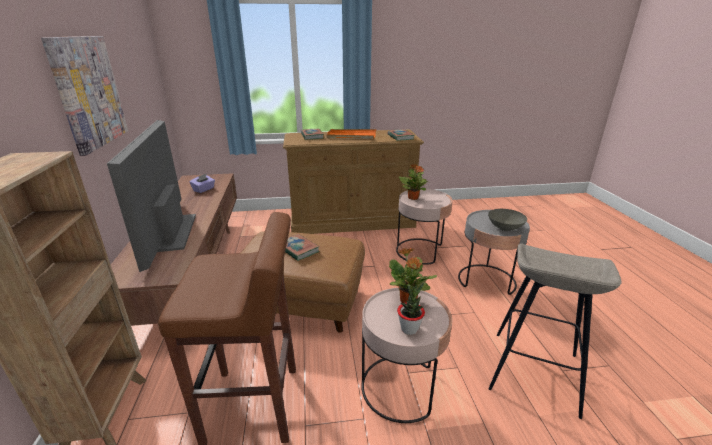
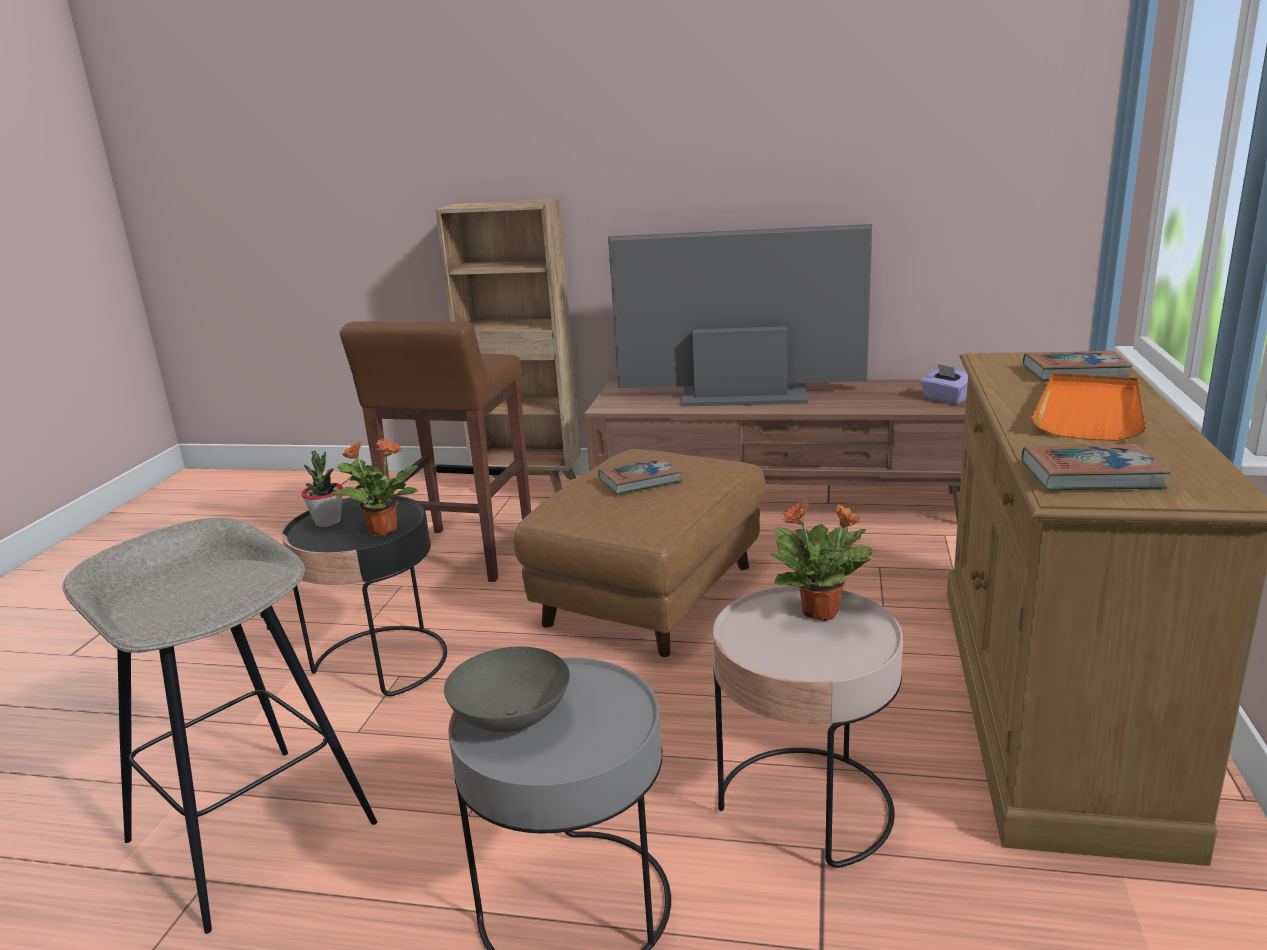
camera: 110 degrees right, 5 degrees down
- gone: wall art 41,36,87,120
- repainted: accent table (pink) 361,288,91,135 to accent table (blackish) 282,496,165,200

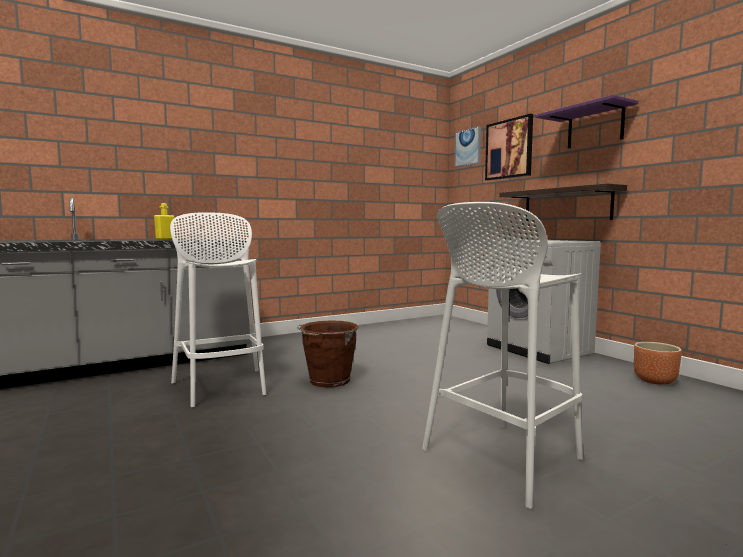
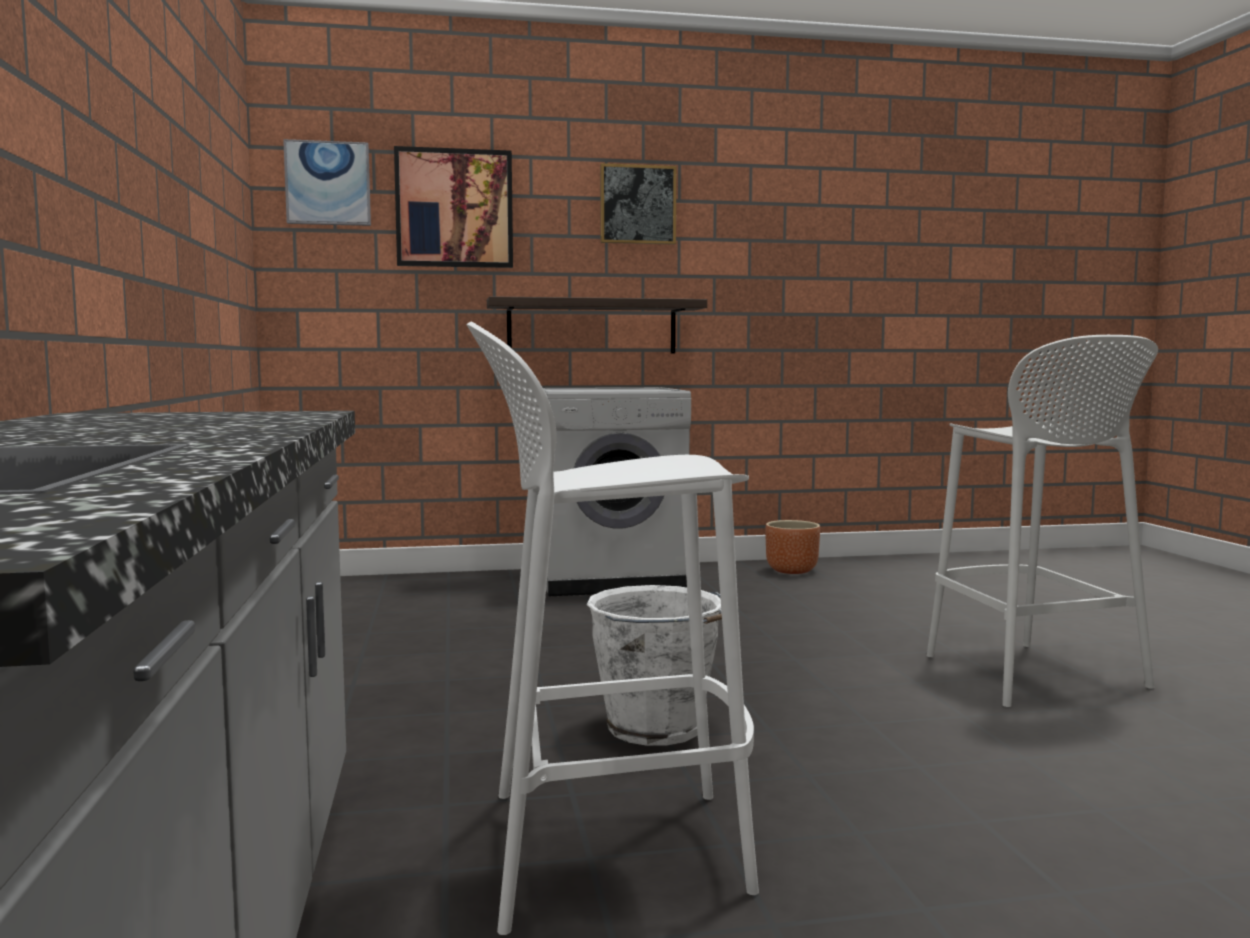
camera: 70 degrees left, 0 degrees up
- gone: drink bottle (yellow) 154,203,21,37
- swapped: wall shelf (purple) 535,95,103,53 to wall art 600,163,76,82
- repainted: bucket (brownish) 297,320,62,67 to bucket (whitish) 586,585,136,161

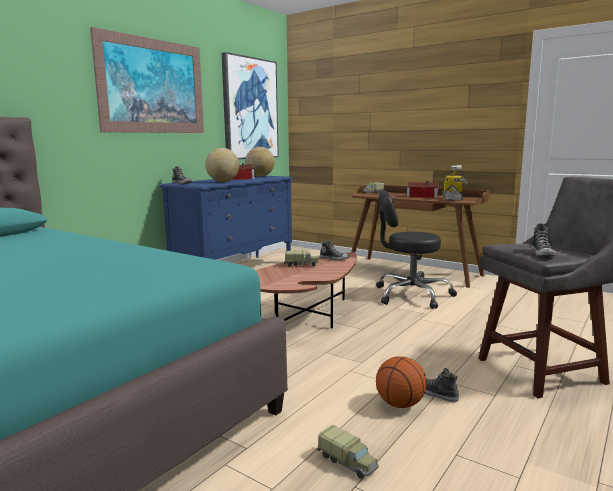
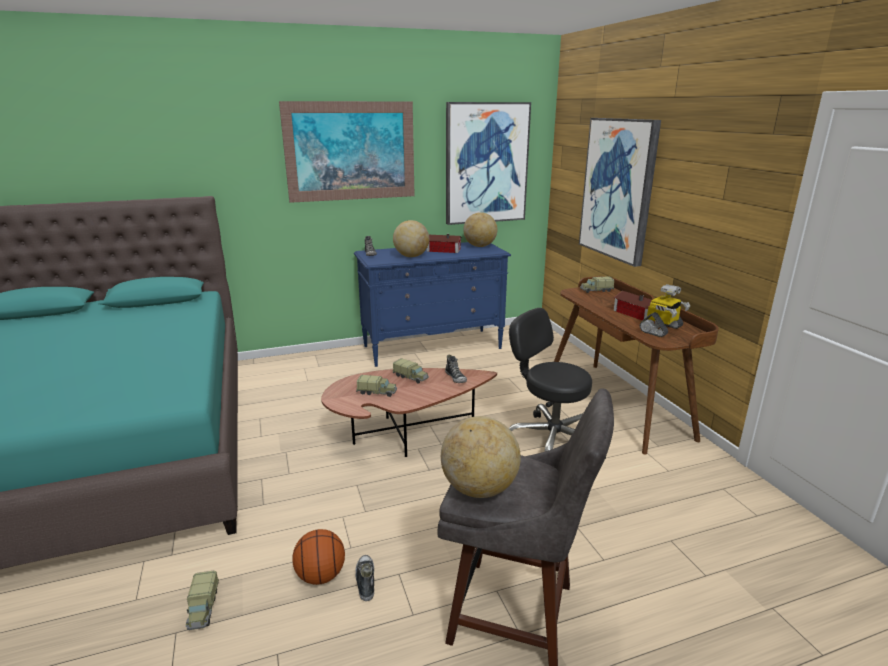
camera: 35 degrees right, 10 degrees up
- new: toy lorry 356,375,41,22
- new: wall art 579,118,82,149
- swapped: shoe 532,223,25,34 to globe 441,416,80,82

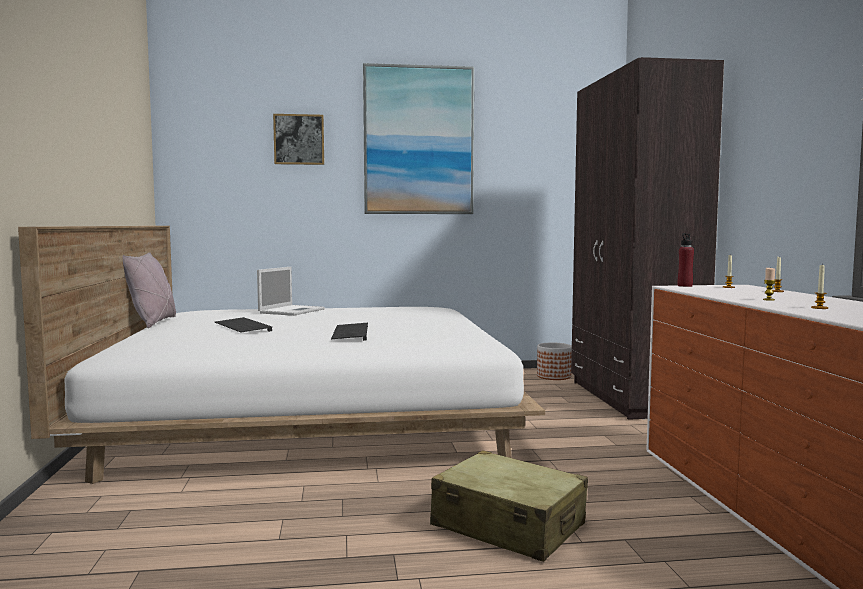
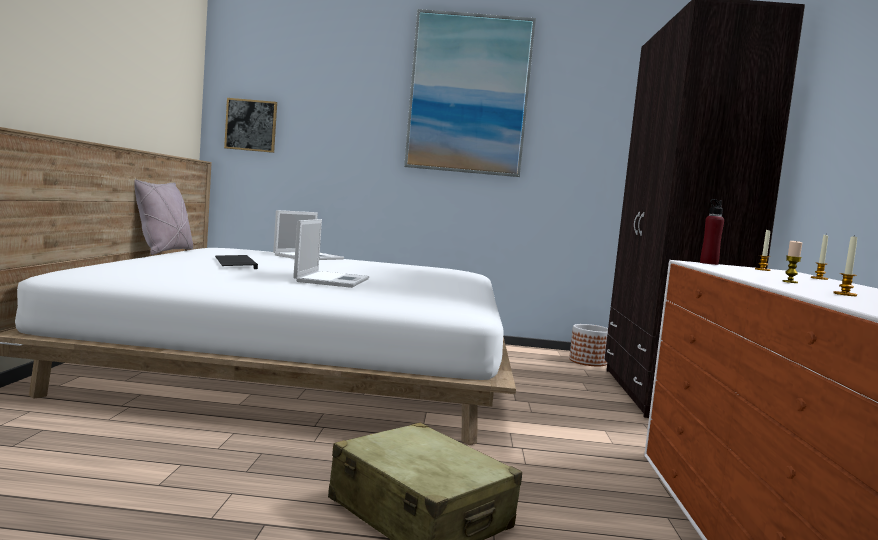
camera: 10 degrees right, 0 degrees up
- shifted: wall art 273,114,51,51 to 224,98,53,55
- swapped: computer keyboard 331,323,37,18 to portable computer 293,219,76,69

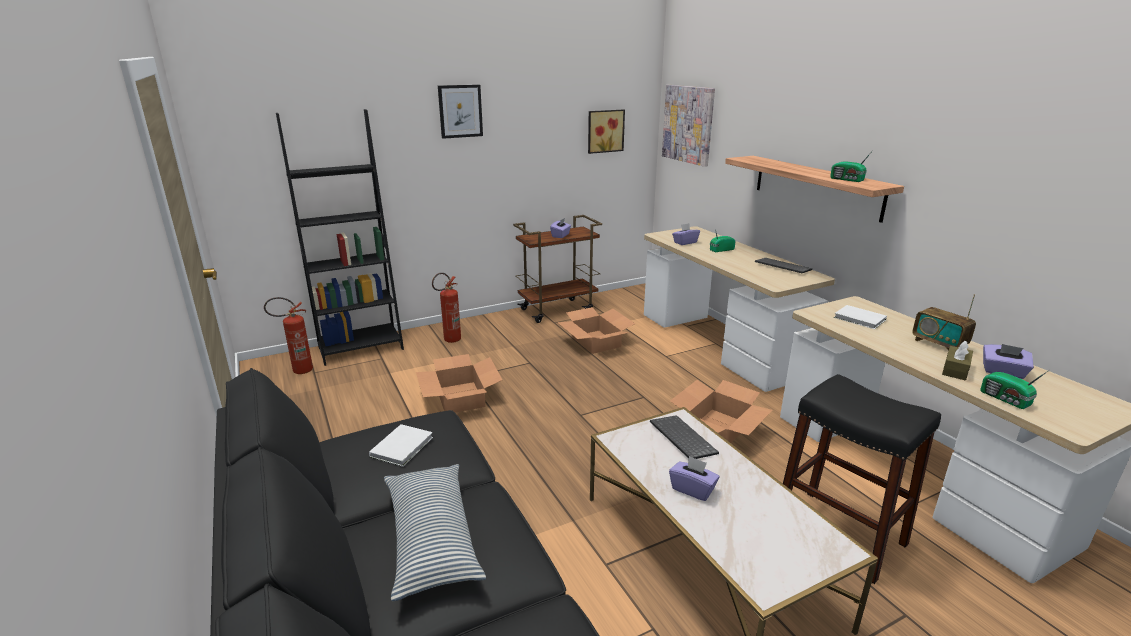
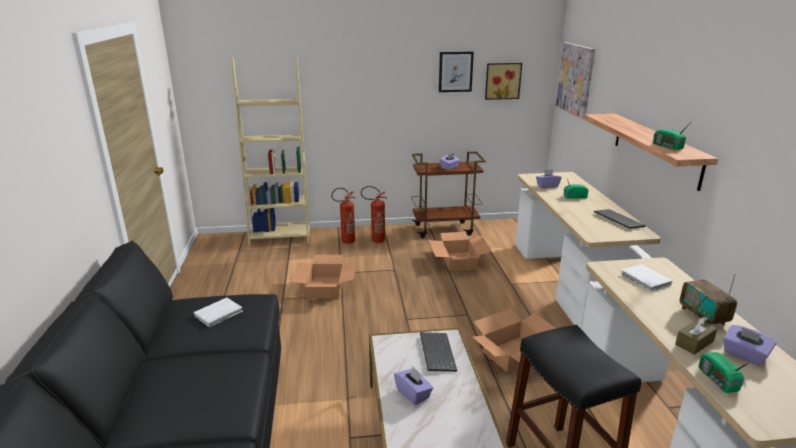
camera: 20 degrees right, 0 degrees up
- gone: throw pillow 384,464,102,137
- shifted: extinguisher 264,297,49,77 to 361,186,26,57
- shifted: wall art 438,85,45,54 to 439,52,35,40
- repainted: bookshelf (blackish) 276,109,128,257 to bookshelf (beige) 231,57,79,190

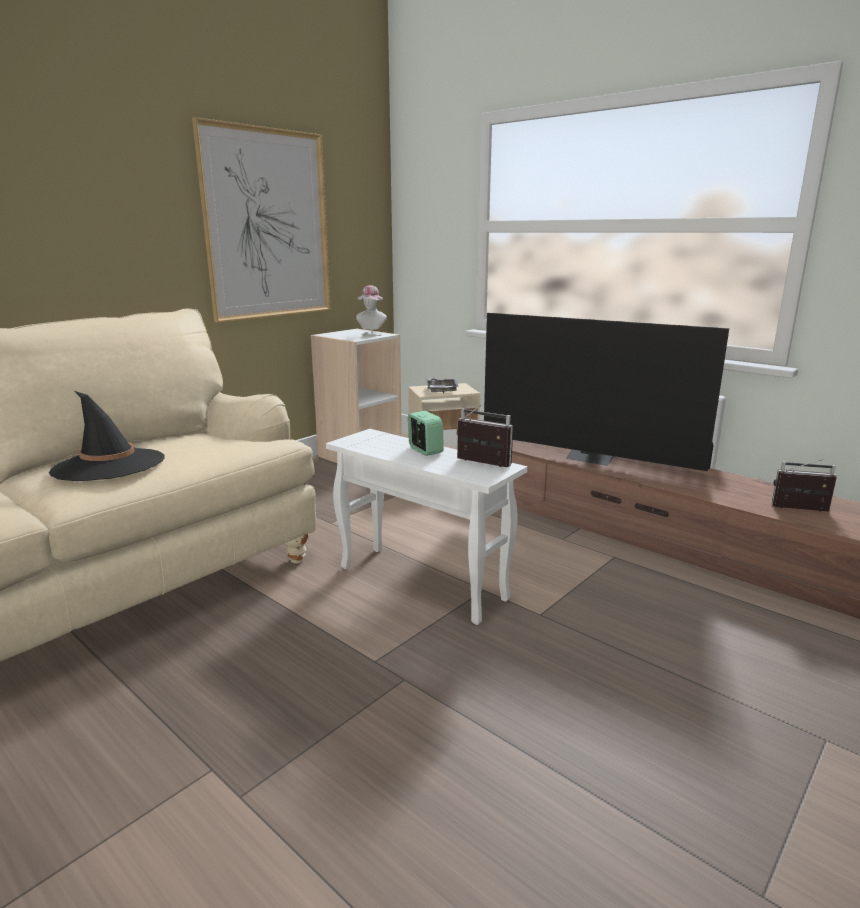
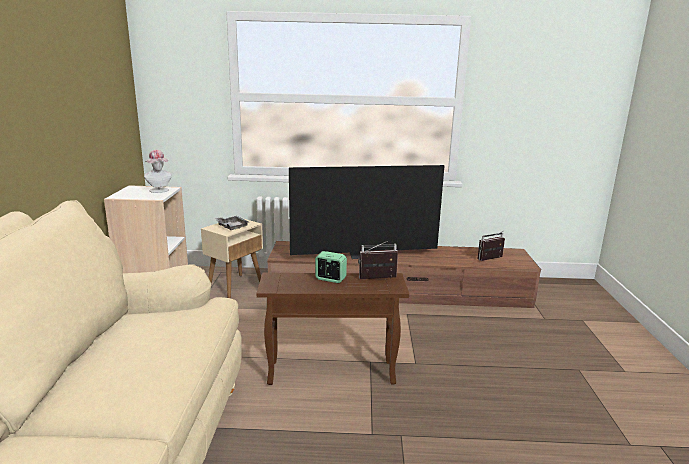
camera: 40 degrees left, 0 degrees up
- gone: hat (blackish) 49,391,116,90
- gone: wall art 192,117,139,206
- repainted: accent table (whitish) 326,429,201,196 to accent table (brownish) 256,273,153,112

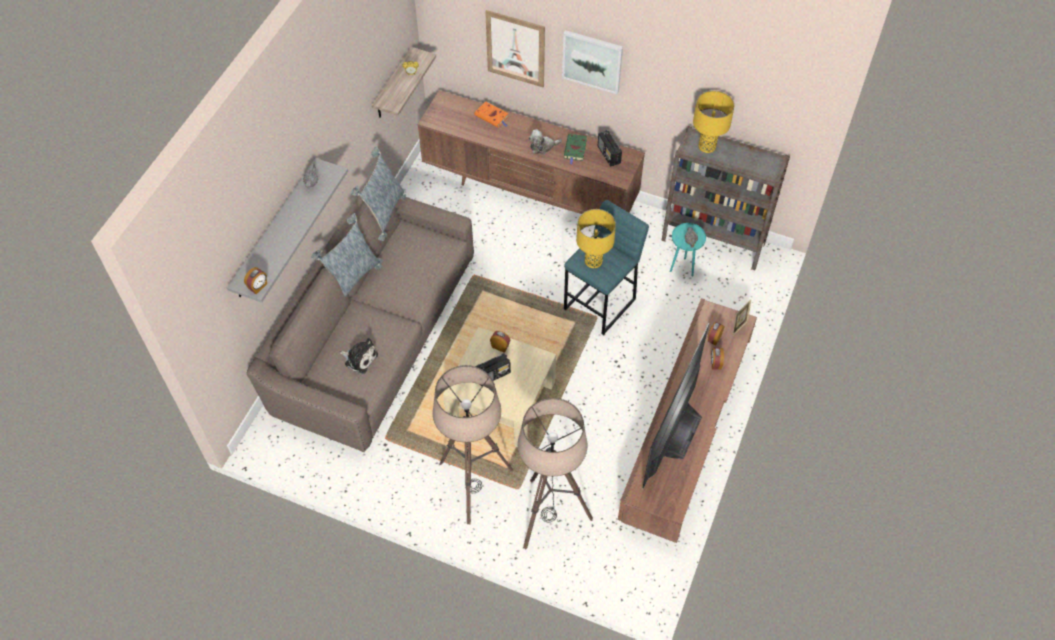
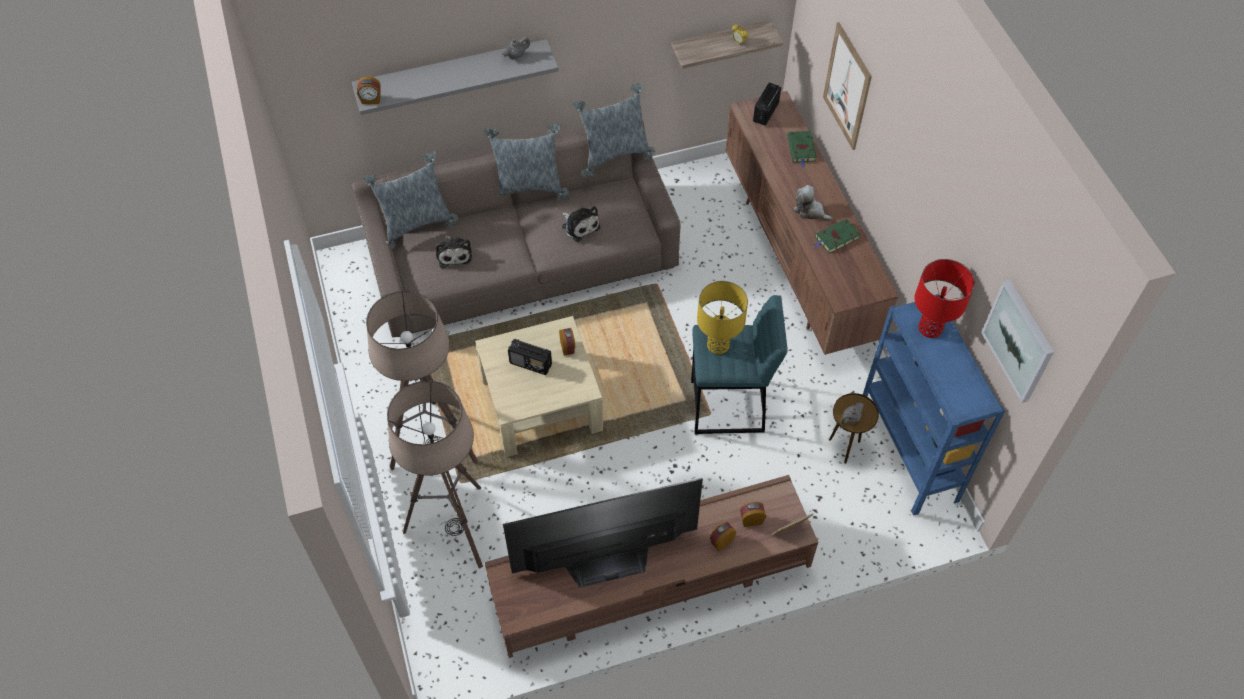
camera: 50 degrees right, 0 degrees up
- new: throw pillow 362,151,97,98
- new: cuddly toy 562,206,38,36
- shifted: wall art 562,30,61,64 to 981,279,73,124
- shifted: radio receiver 598,130,24,37 to 753,83,28,43
- repainted: bound book (orange) 474,102,35,25 to bound book (green-coloured) 787,131,29,37
- repainted: bookshelf (gray) 661,126,129,144 to bookshelf (blue-coloured) 863,294,142,222
- repainted: accent table (blue-green) 670,223,36,53 to accent table (brownish) 829,393,50,71
- repainted: tabletop lamp (yellow) 693,90,42,63 to tabletop lamp (red-coloured) 915,259,60,79

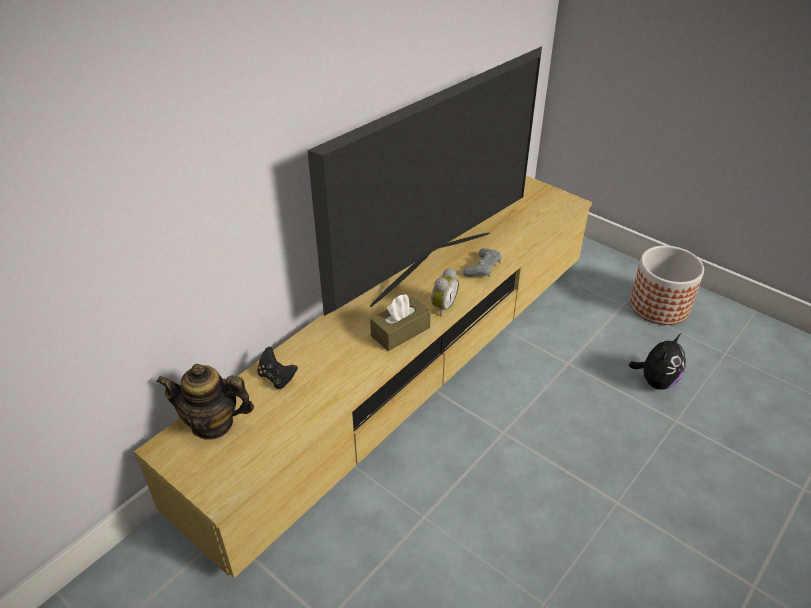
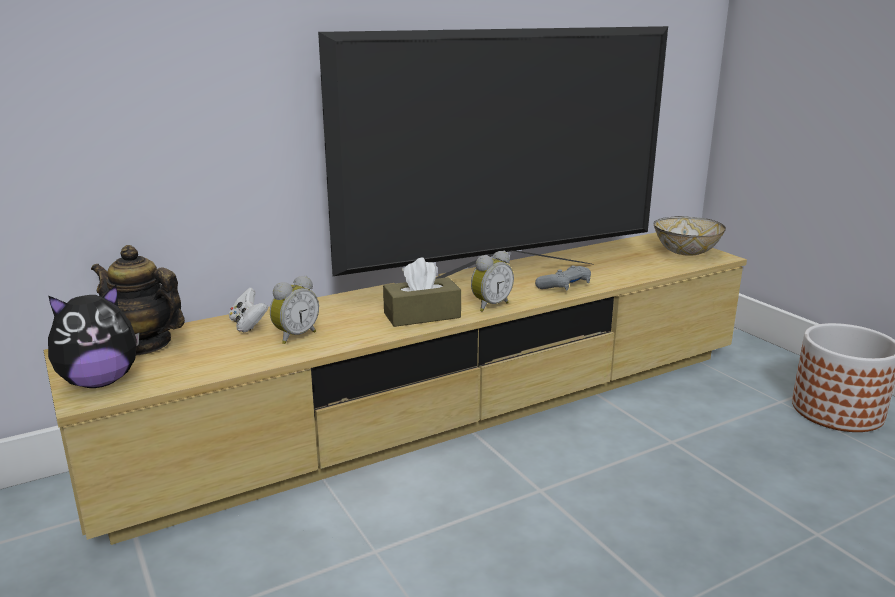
camera: 20 degrees right, 20 degrees down
- new: table clock 270,275,49,69
- new: serving bowl 654,216,72,40
- shifted: cuddly toy 629,333,57,57 to 48,285,91,103
- repainted: gamepad (blackish) 257,347,41,42 to gamepad (whitish) 229,288,39,44

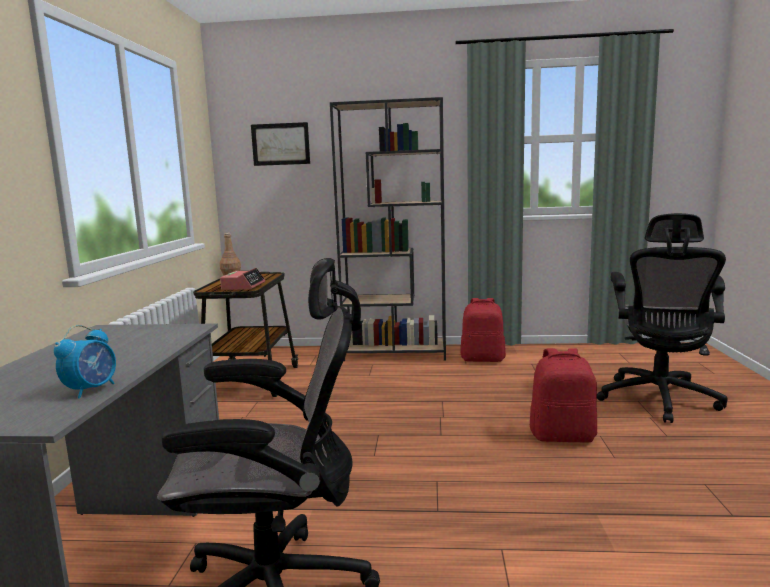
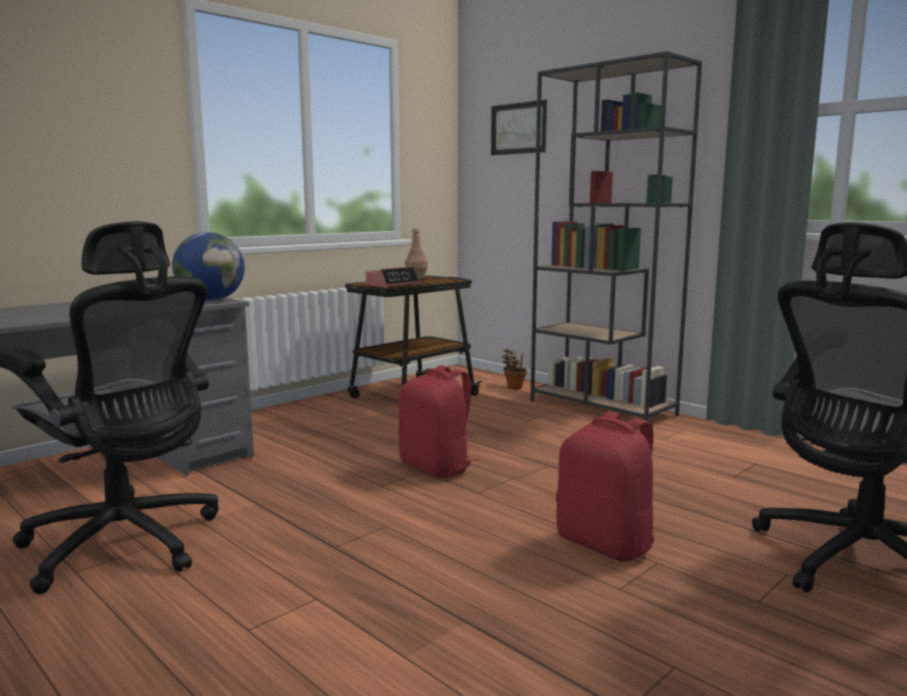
camera: 40 degrees right, 0 degrees up
- gone: table clock 54,325,62,74
- new: globe 172,232,73,69
- new: plant in a pot 502,349,25,41
- shifted: knapsack (red-coloured) 461,298,45,64 to 398,365,81,113

